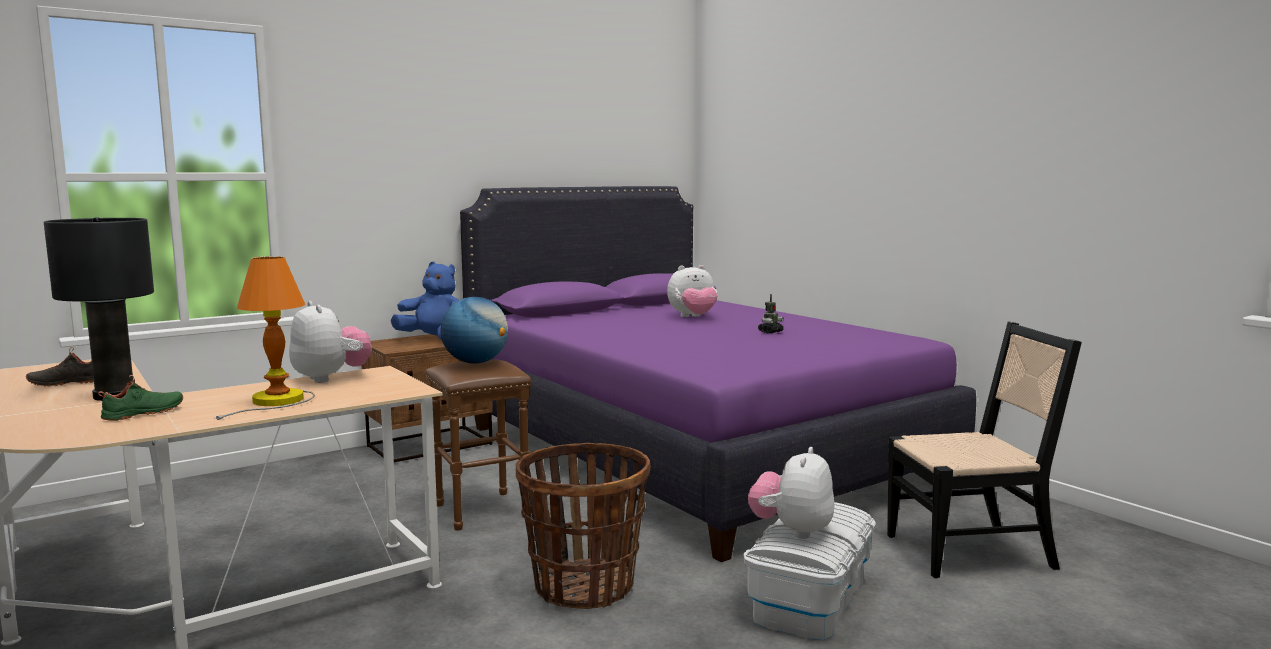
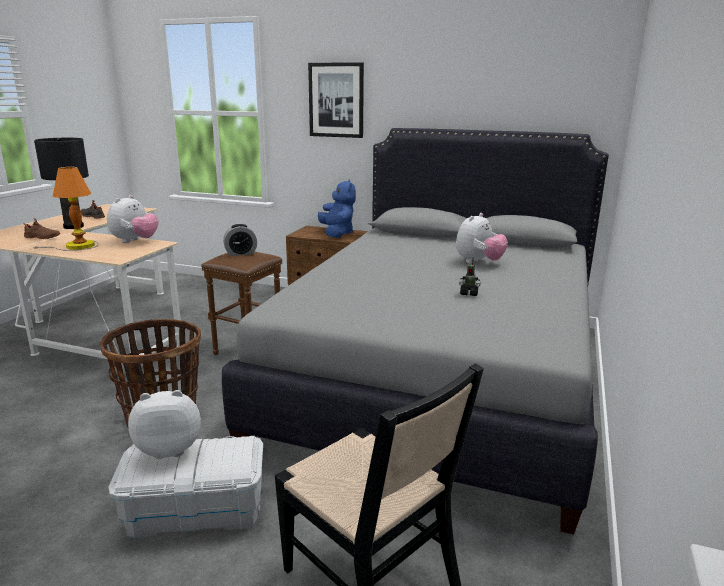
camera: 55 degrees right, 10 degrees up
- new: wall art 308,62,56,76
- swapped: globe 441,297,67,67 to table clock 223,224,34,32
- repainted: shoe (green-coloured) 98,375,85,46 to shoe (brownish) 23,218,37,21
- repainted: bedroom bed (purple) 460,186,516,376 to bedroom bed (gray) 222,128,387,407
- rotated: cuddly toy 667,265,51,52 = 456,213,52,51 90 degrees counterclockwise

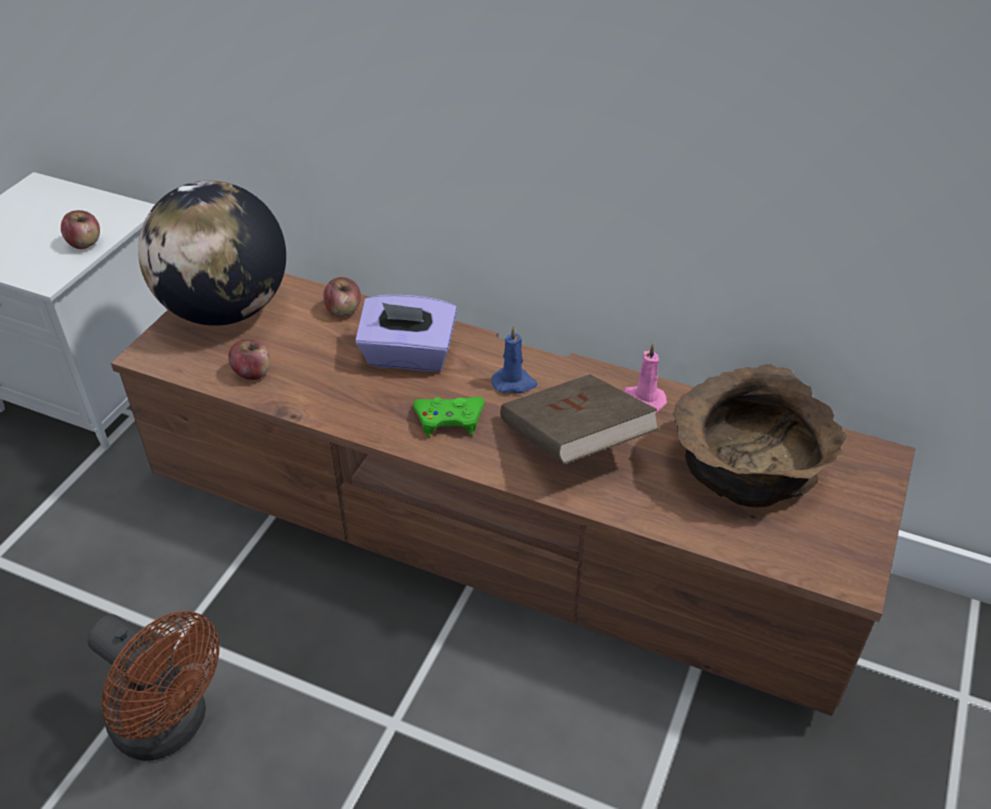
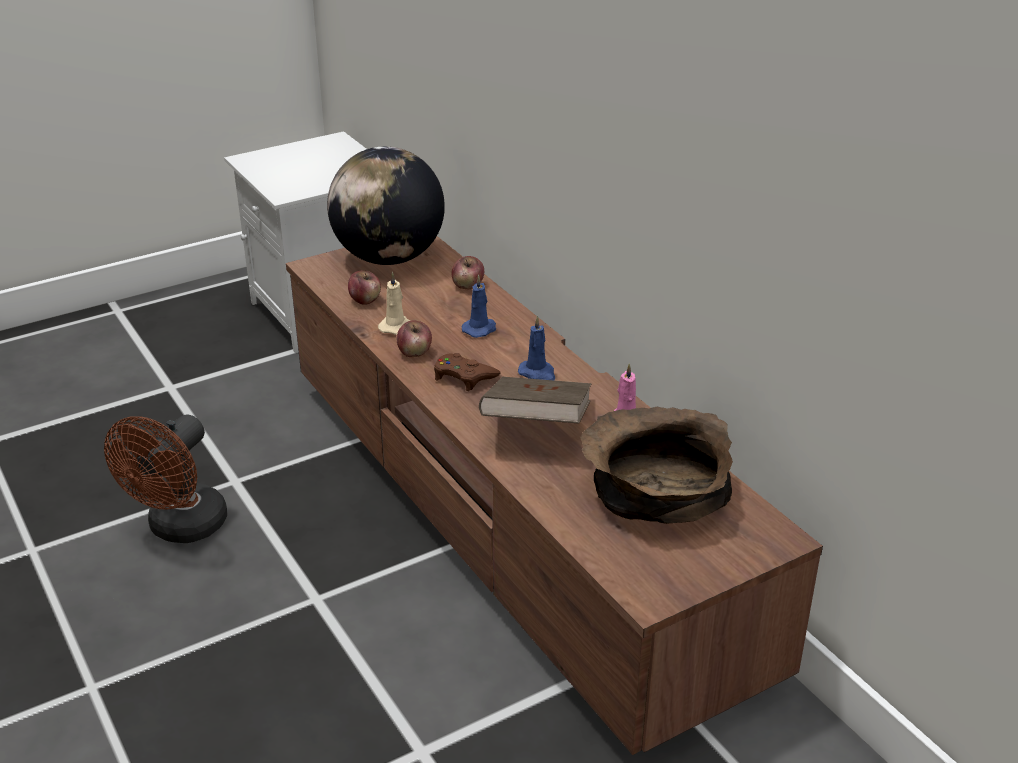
camera: 35 degrees right, 10 degrees down
- new: wax light (beige) 378,272,33,63
- shifted: whole apple 61,210,39,39 to 397,321,35,36
- swapped: tissue box (purple) 355,295,102,77 to wax light (blue-coloured) 462,274,34,64
- repainted: gamepad (green-coloured) 413,397,71,40 to gamepad (brownish) 434,353,67,38
- rotated: electric fan (brownish) 87,611,133,150 = 104,415,123,128 45 degrees clockwise

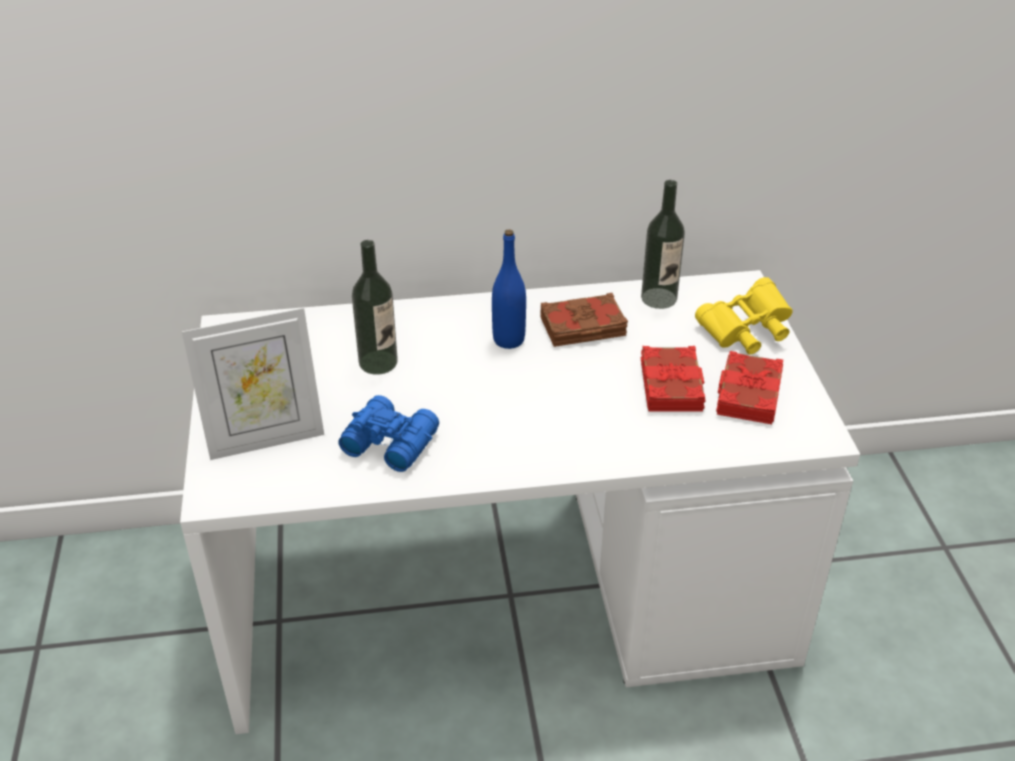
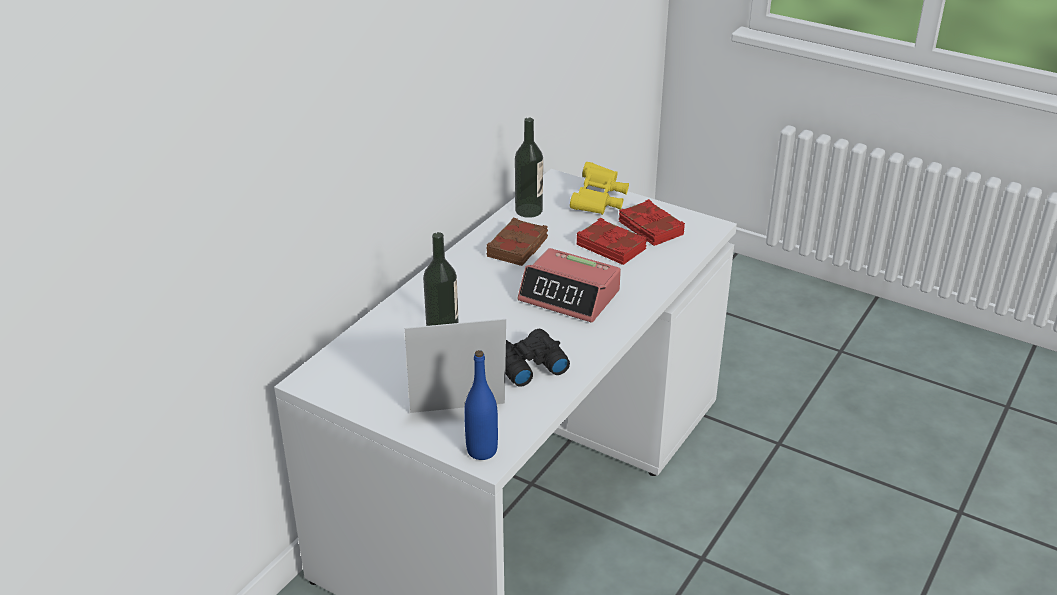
camera: 50 degrees left, 5 degrees down
- new: table clock 518,248,103,75
- shifted: drink bottle (blue-coloured) 492,230,34,119 to 464,350,34,110
- repainted: field glasses (blue-coloured) 338,395,101,77 to field glasses (blackish) 505,329,65,58
- rotated: standing frame 182,308,142,152 = 405,319,101,94 120 degrees counterclockwise

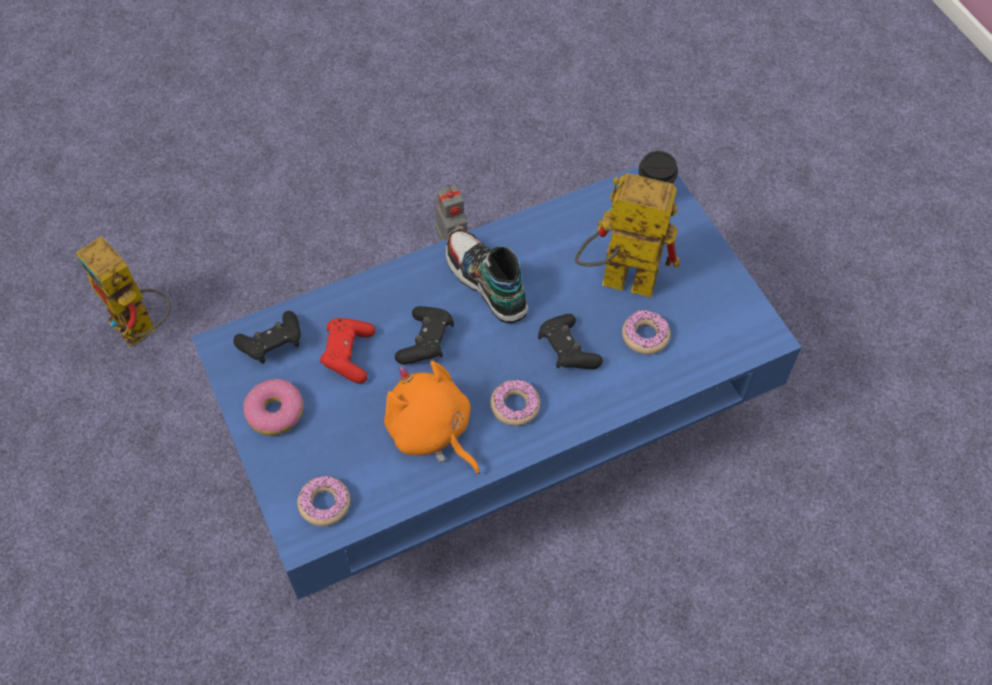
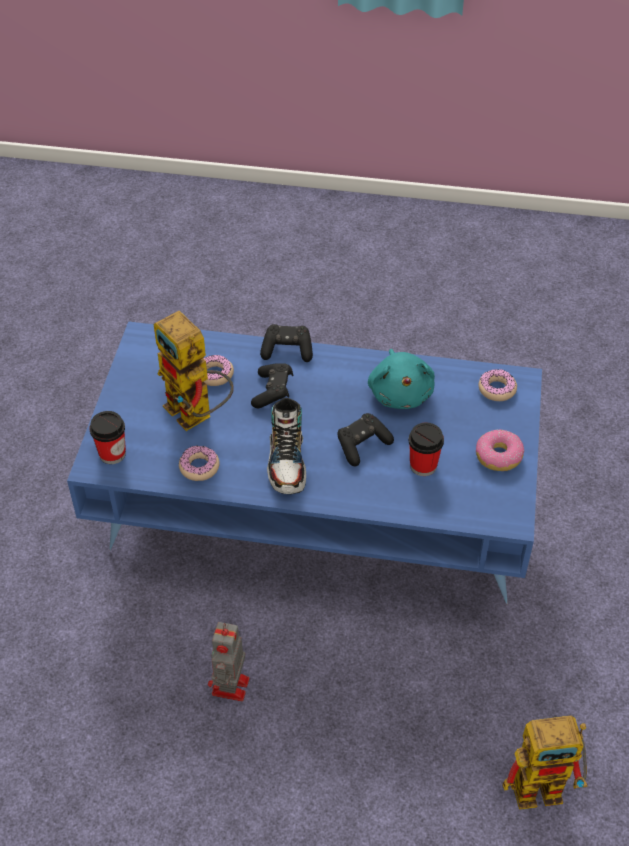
camera: 145 degrees left, 10 degrees down
- shifted: gamepad (blackish) 234,311,67,53 to 260,324,53,38
- shifted: donut 490,380,50,46 to 179,446,41,35
- swapped: gamepad (red-coloured) 320,318,56,66 to cup 408,422,36,54
- repainted: cuddly toy (orange) 384,361,96,113 to cuddly toy (blue-green) 368,349,67,60
- rotated: toy robot 76,236,95,111 = 503,715,84,95 90 degrees clockwise

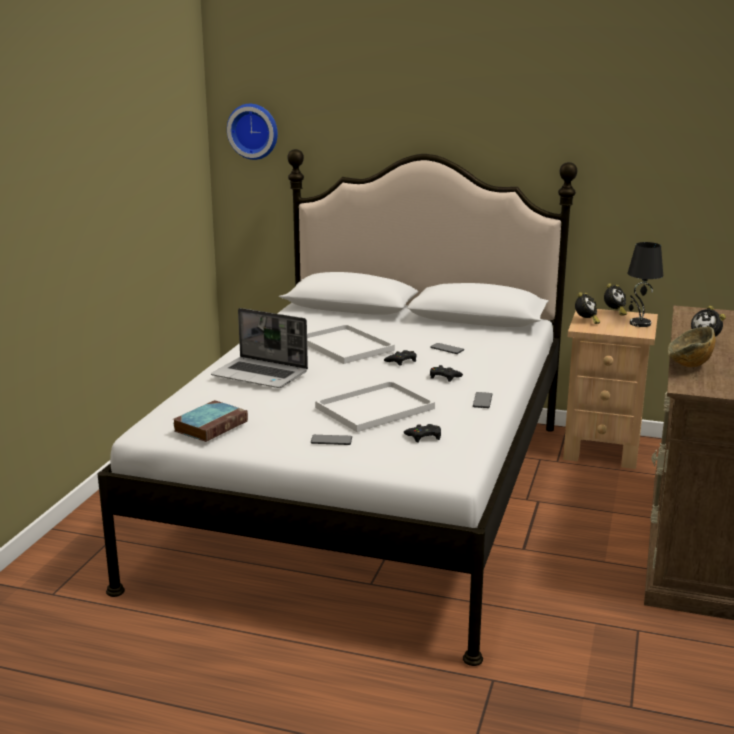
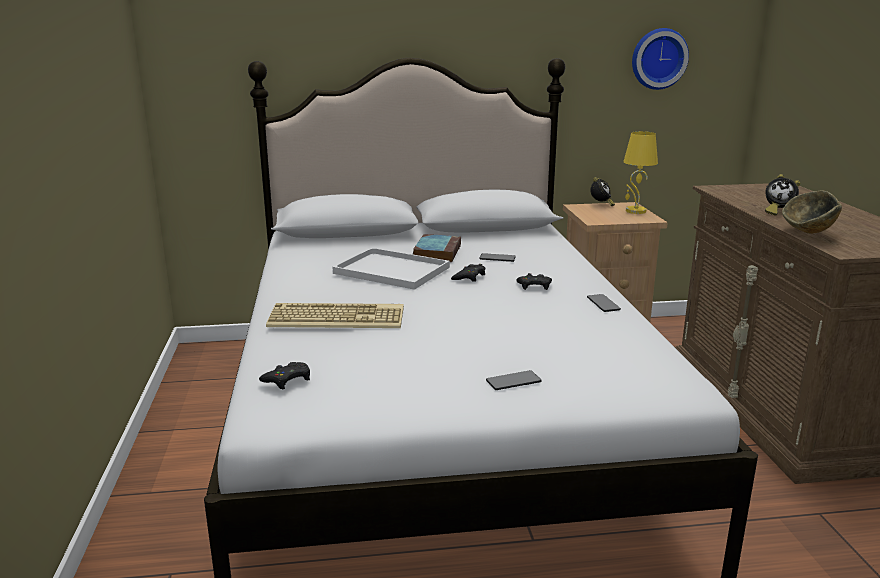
camera: 25 degrees left, 0 degrees up
- gone: serving tray (whitish) 315,381,120,51
- gone: table clock 575,292,25,32
- shifted: bound book 173,400,75,42 to 413,234,48,28
- shifted: wall clock 227,104,51,56 to 632,28,57,62
- shifted: gamepad (blackish) 404,424,37,18 to 259,362,51,27
- swapped: portable computer 211,308,97,80 to computer keyboard 266,303,138,25
- repainted: tabletop lamp (blackish) 628,242,35,85 to tabletop lamp (yellow) 623,131,35,83

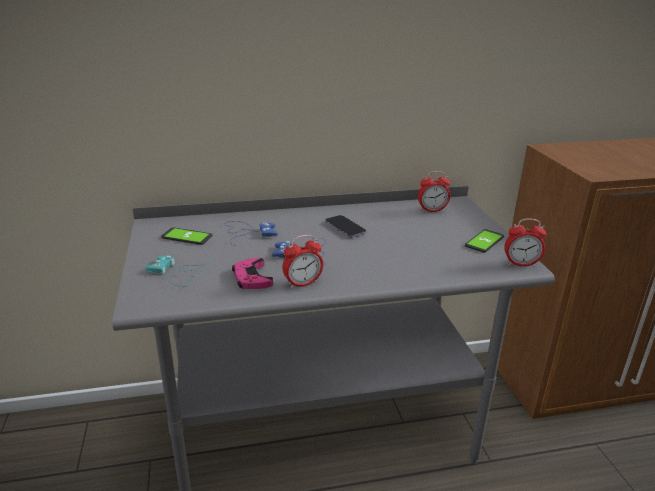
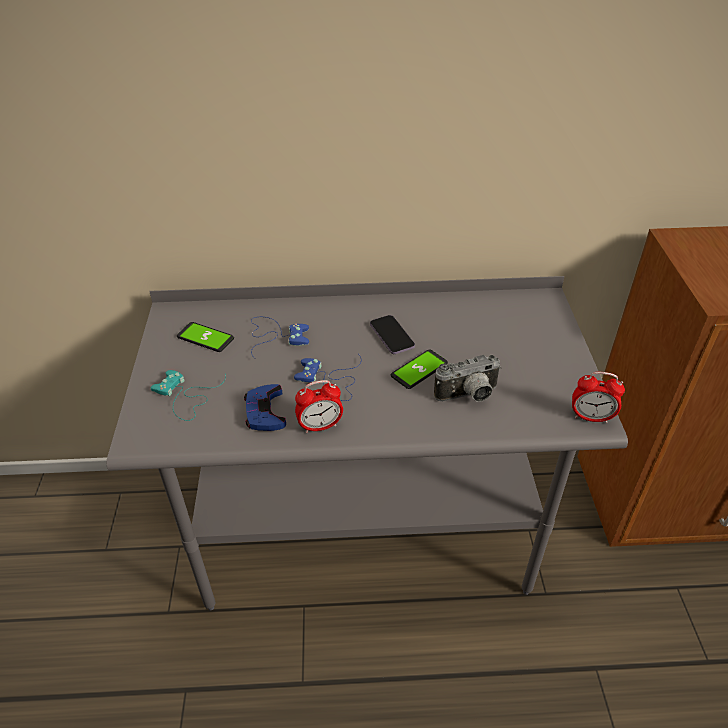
camera: 10 degrees right, 15 degrees up
- gone: table clock 418,171,32,41
- new: still camera 434,355,67,47
- shifted: phone 465,229,39,24 to 391,349,57,40
- repainted: gamepad (pink) 232,258,41,31 to gamepad (blue-coloured) 244,384,42,47

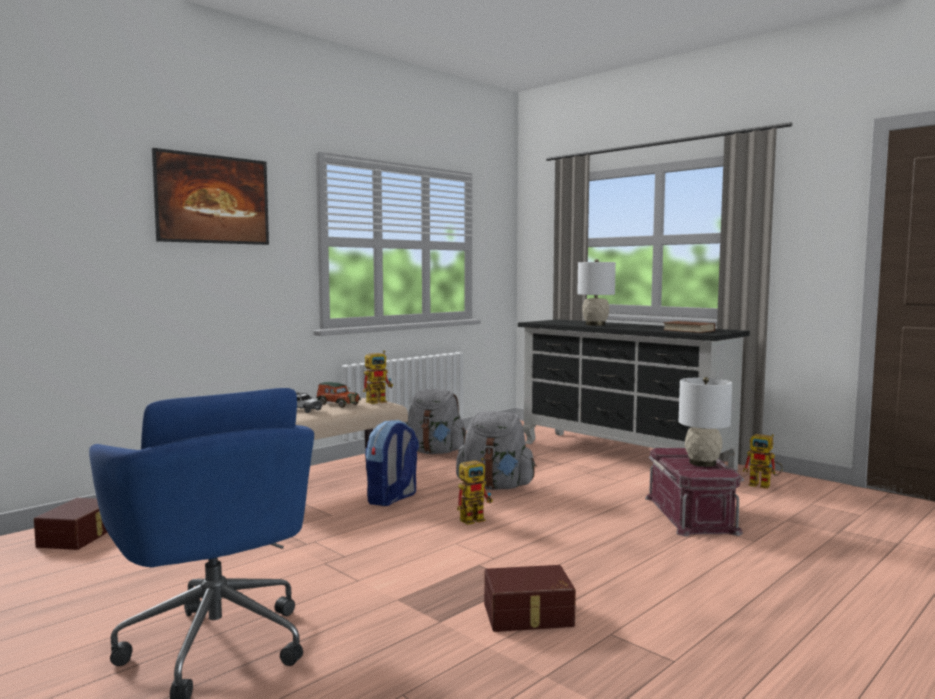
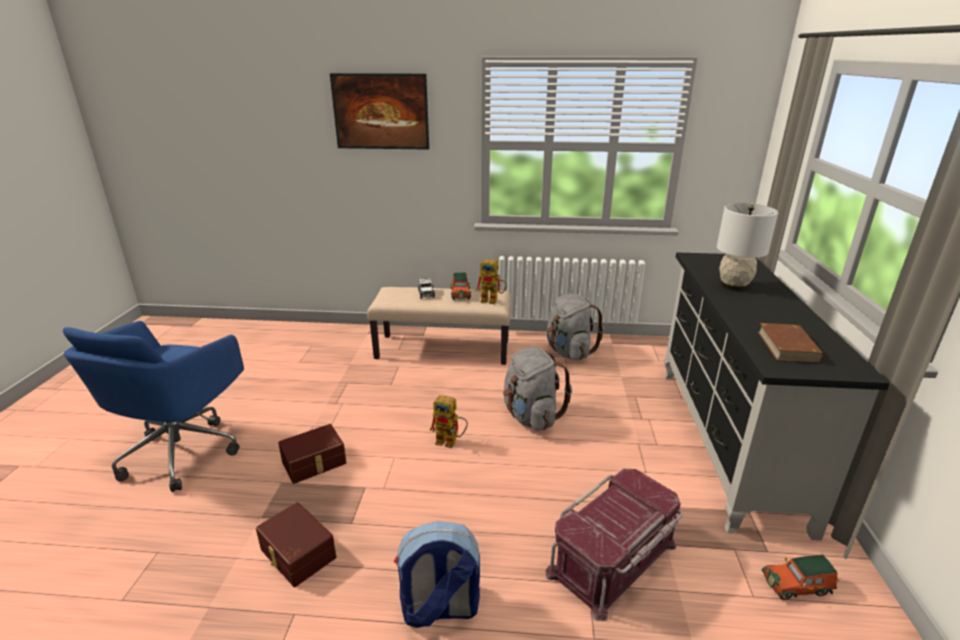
camera: 50 degrees right, 20 degrees up
- gone: tabletop lamp (whitish) 679,377,53,90
- shifted: storage box (brownish) 34,498,74,52 to 278,424,69,60
- shifted: knapsack 365,420,54,86 to 394,521,86,107
- swapped: toy robot 743,434,40,55 to model car 762,555,77,45

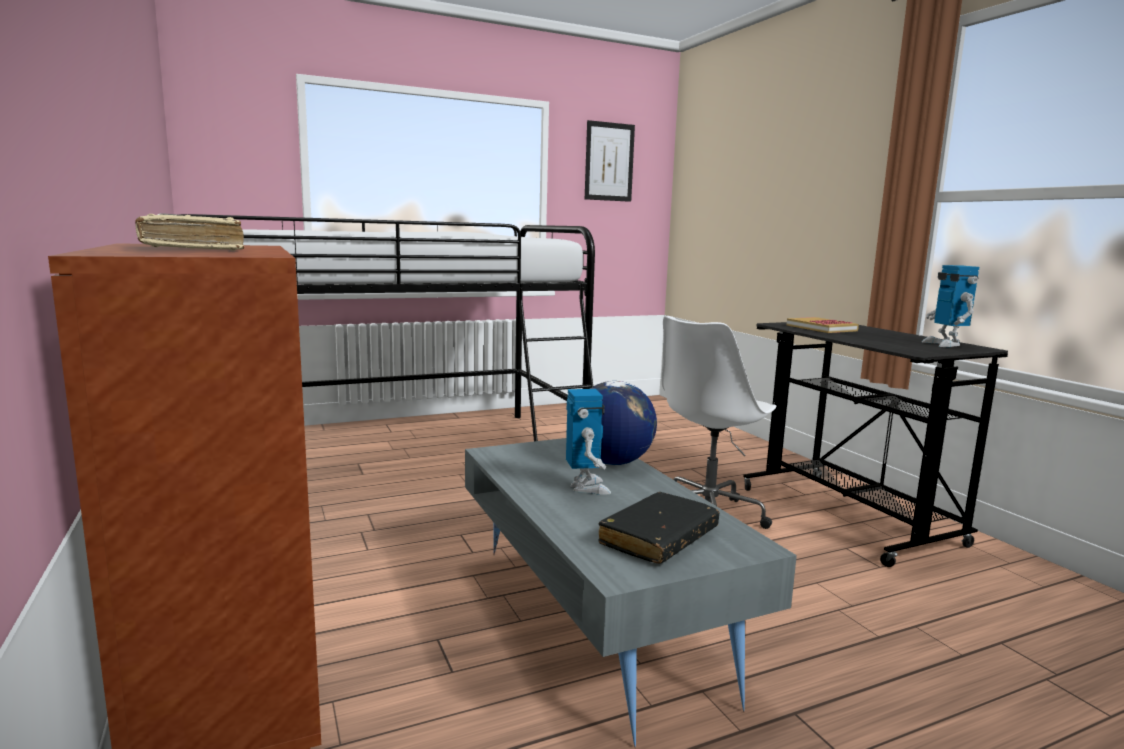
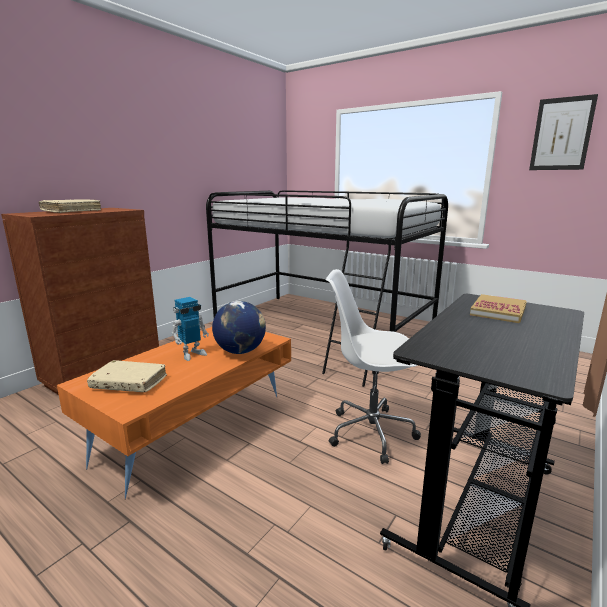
camera: 60 degrees right, 5 degrees up
- gone: toy robot 922,265,57,82
- repainted: low table (gray) 465,438,332,310 to low table (orange) 57,327,234,173
- repainted: bound book (blackish) 598,492,122,71 to bound book (beige) 87,360,80,32

